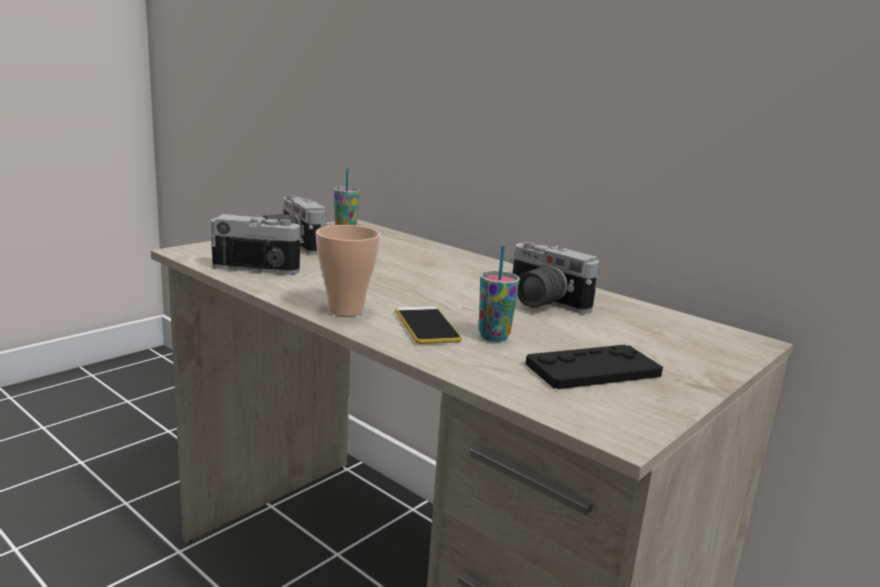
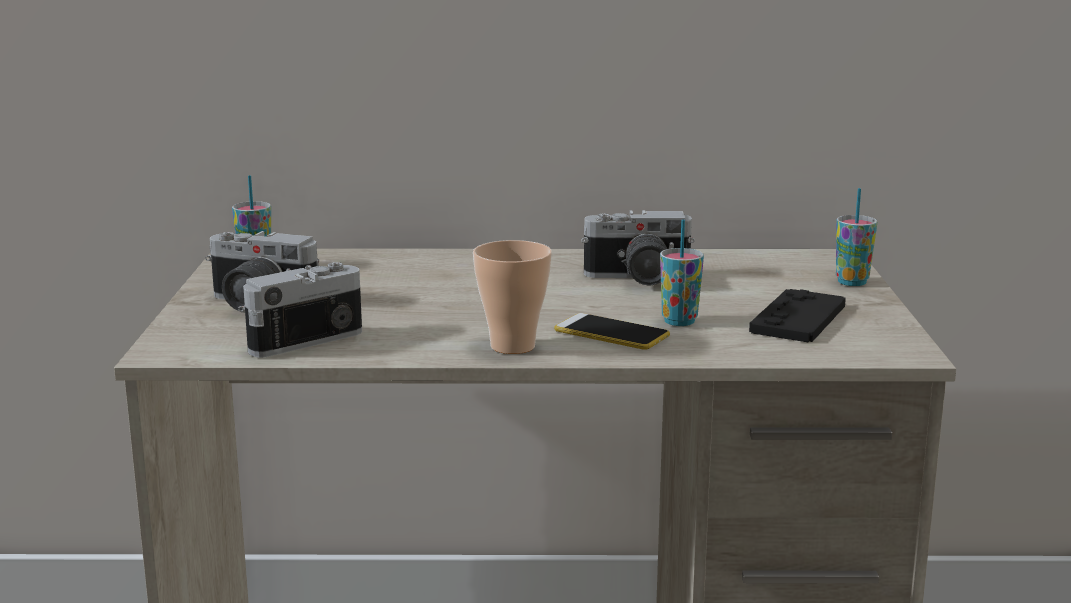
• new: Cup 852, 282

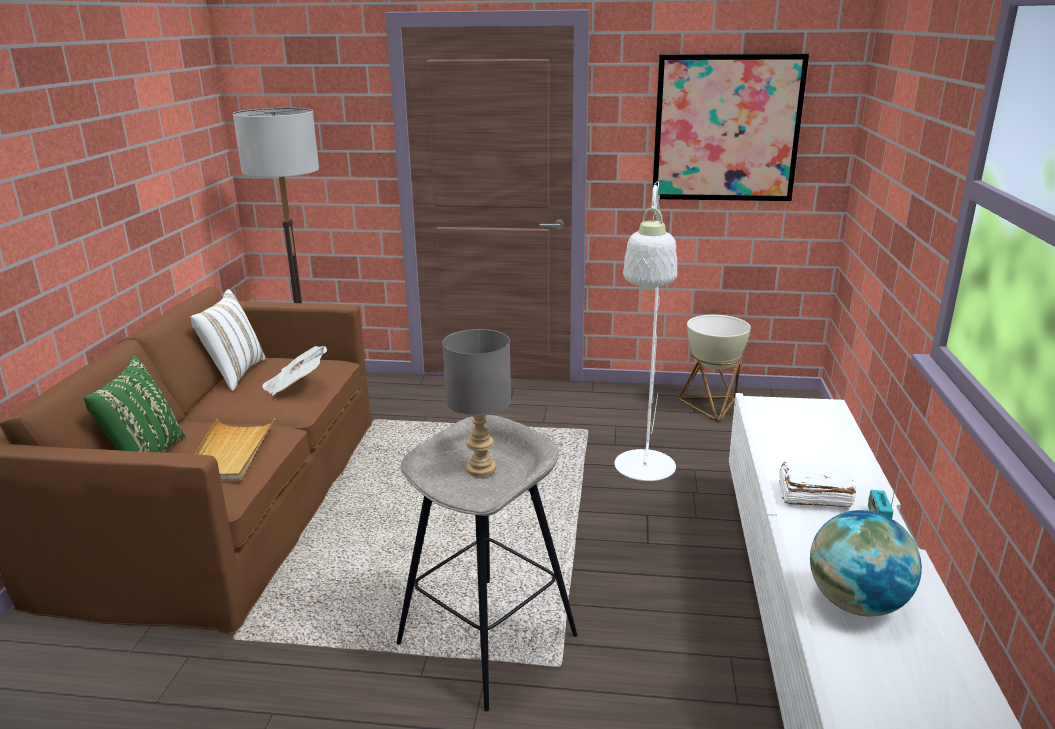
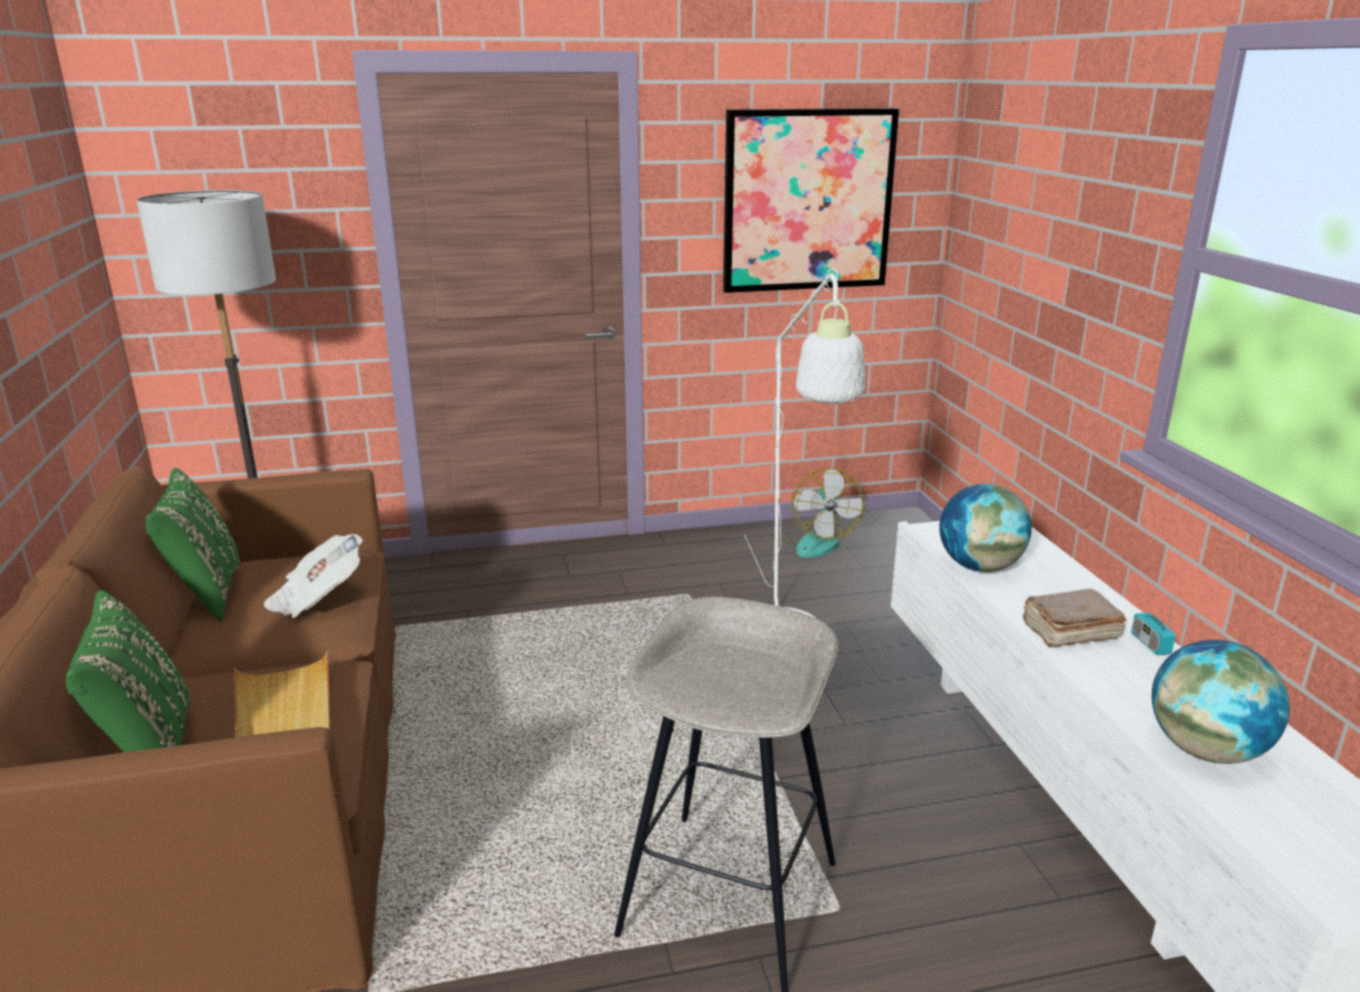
• repainted: WhitePillow 234, 374 to GreenPillow 206, 594
• gone: GreyTableLamp 482, 469
• swapped: Planter 711, 406 to Fan 814, 541
• repainted: WhiteBook 813, 496 to BrownBook 1069, 632
• new: Globe 979, 566

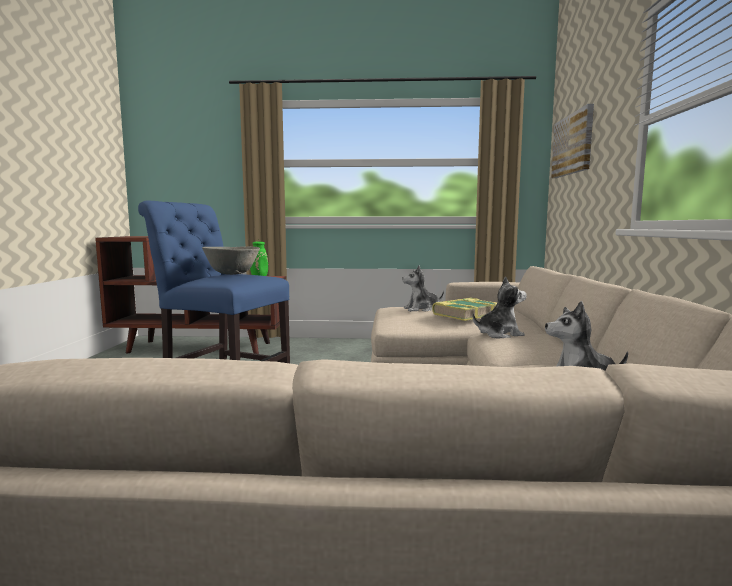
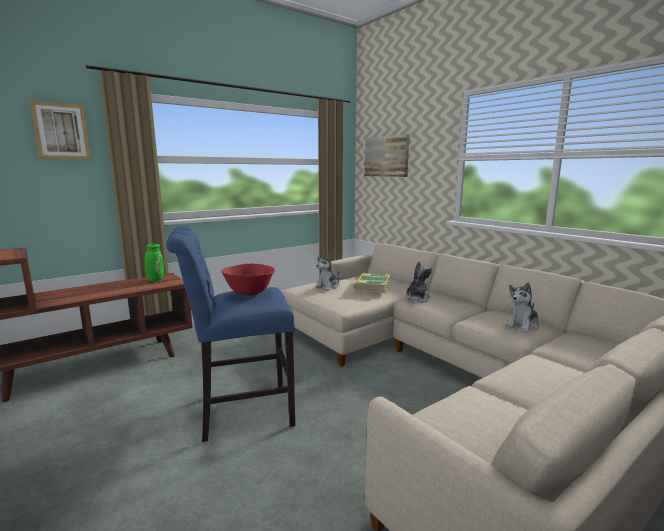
• repainted: GreyBowl 232, 274 to RedBowl 249, 293
• new: Picture 61, 131

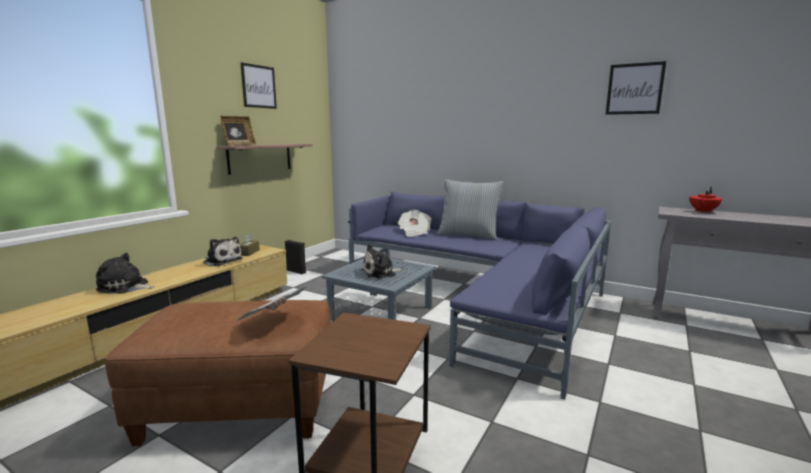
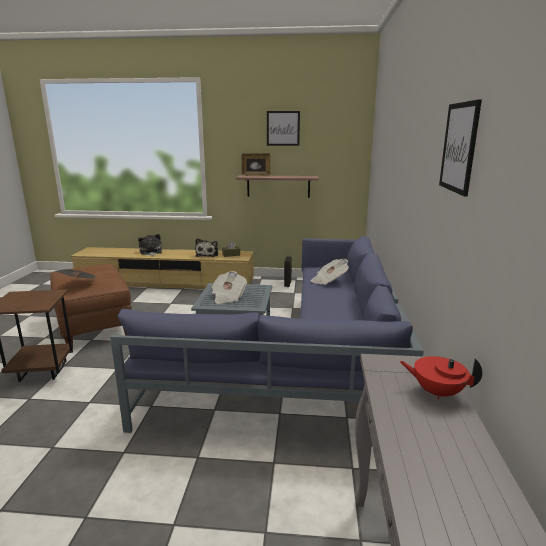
• swapped: PlushToy 381, 273 to Newspaper 228, 297
• gone: Pillow 468, 235

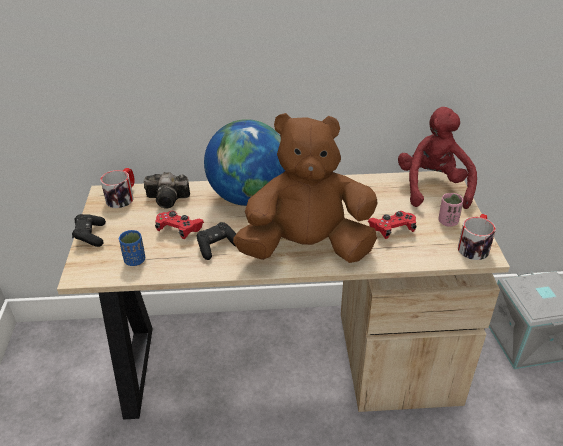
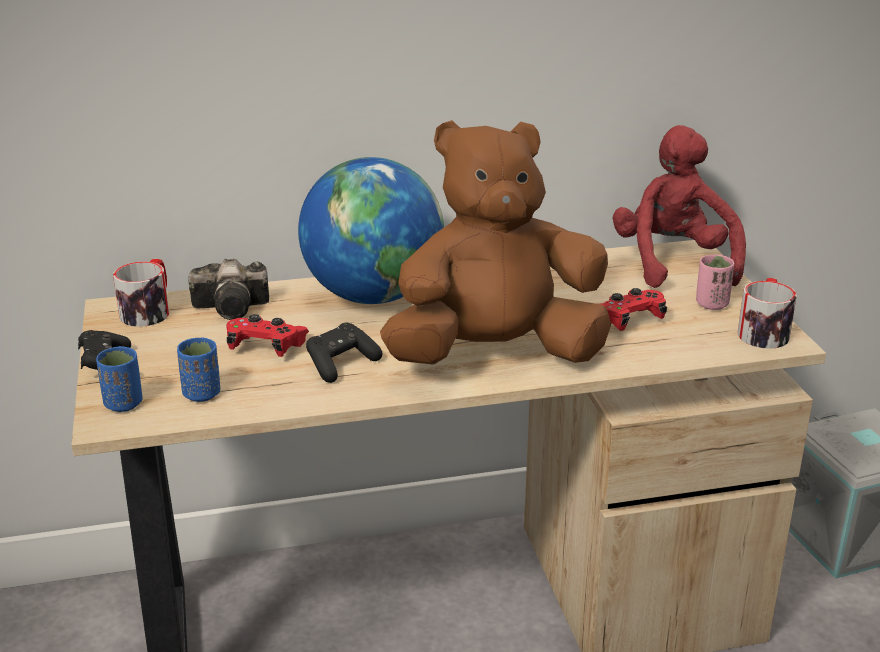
• new: BlueCup 123, 404

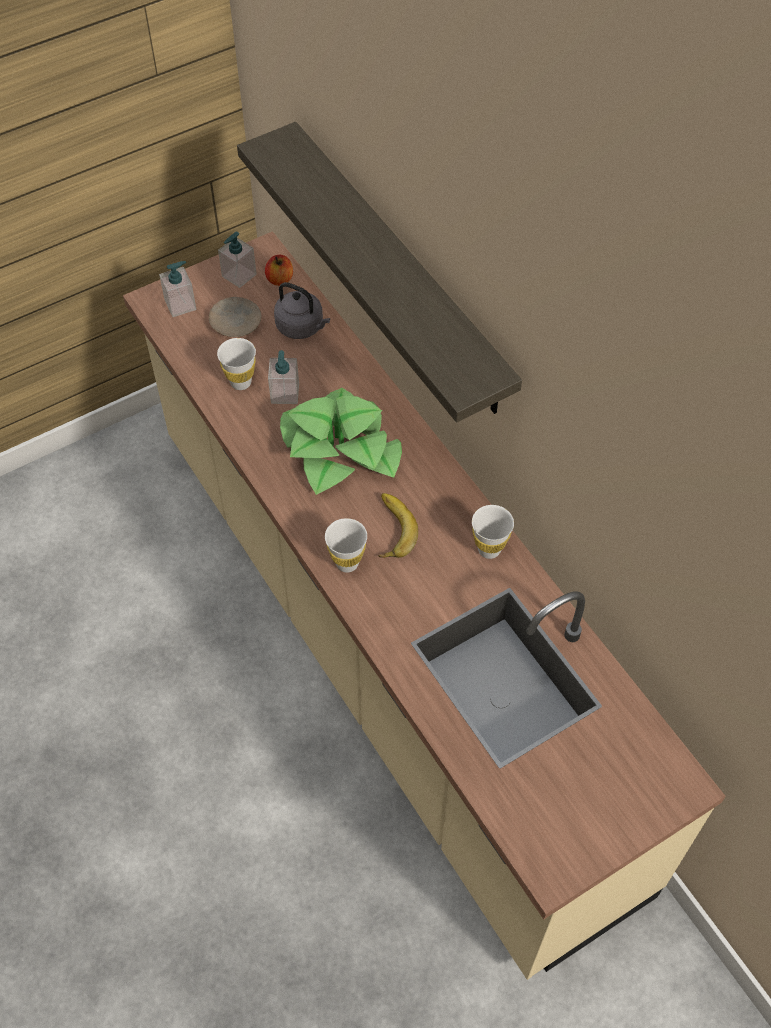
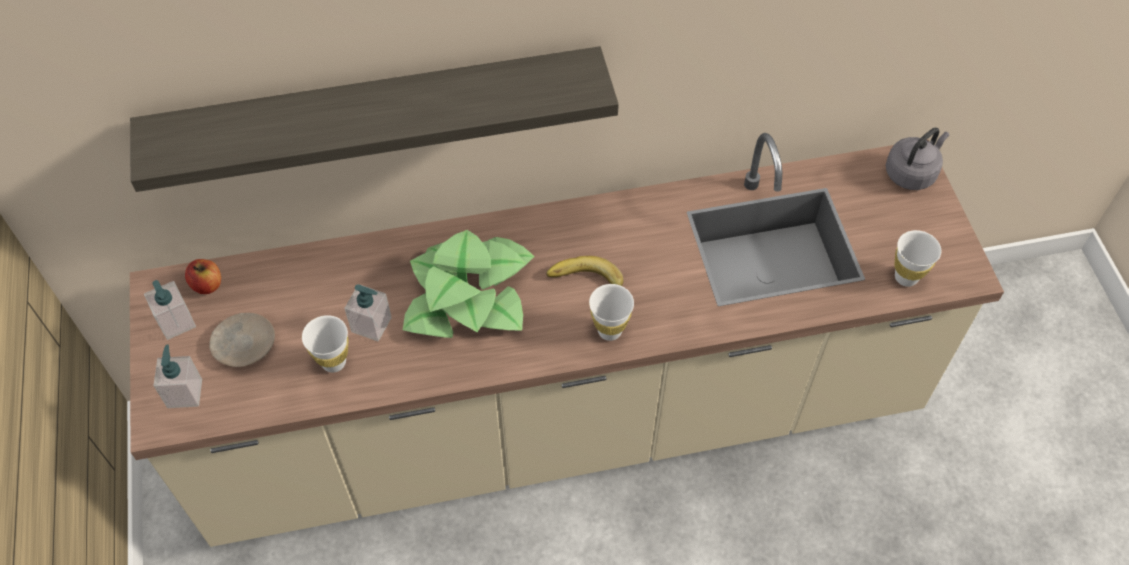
• shifted: GreyKettle 302, 327 to 911, 173
• shifted: WhiteCup 489, 549 to 906, 277

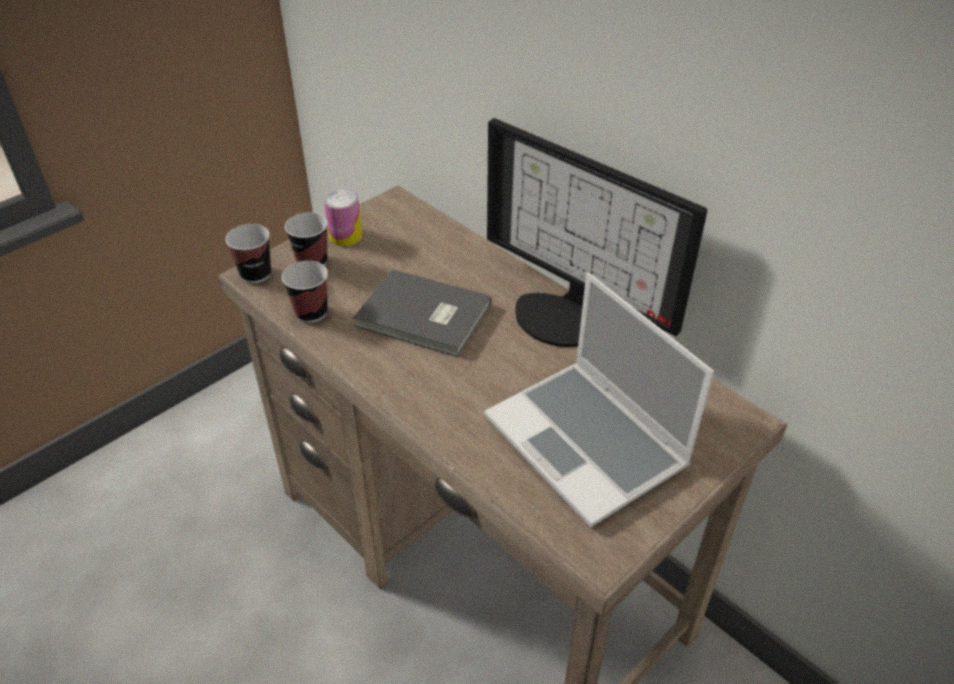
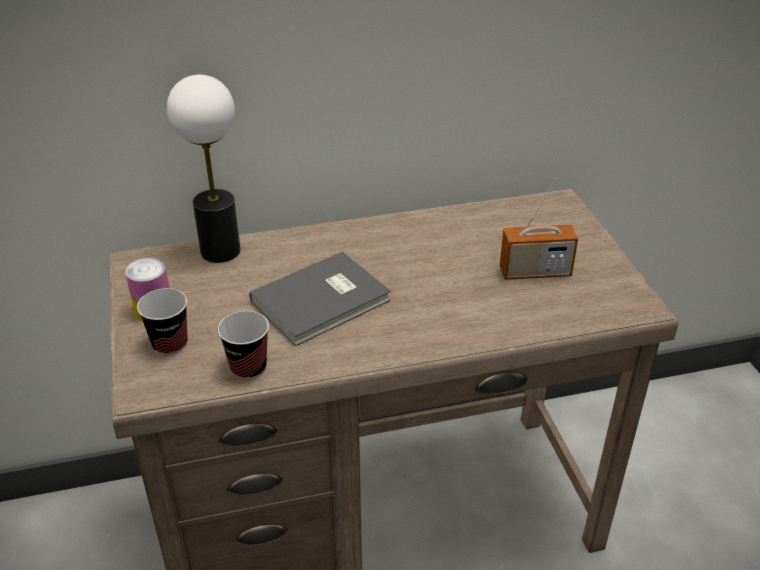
• gone: Cup 256, 274
• swapped: Laptop 588, 443 to Radio 535, 272
• gone: Monitor 563, 315
• new: TableLamp 221, 251

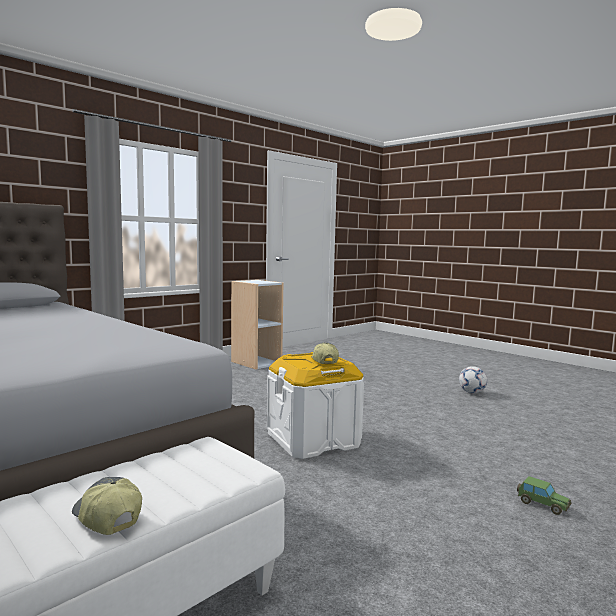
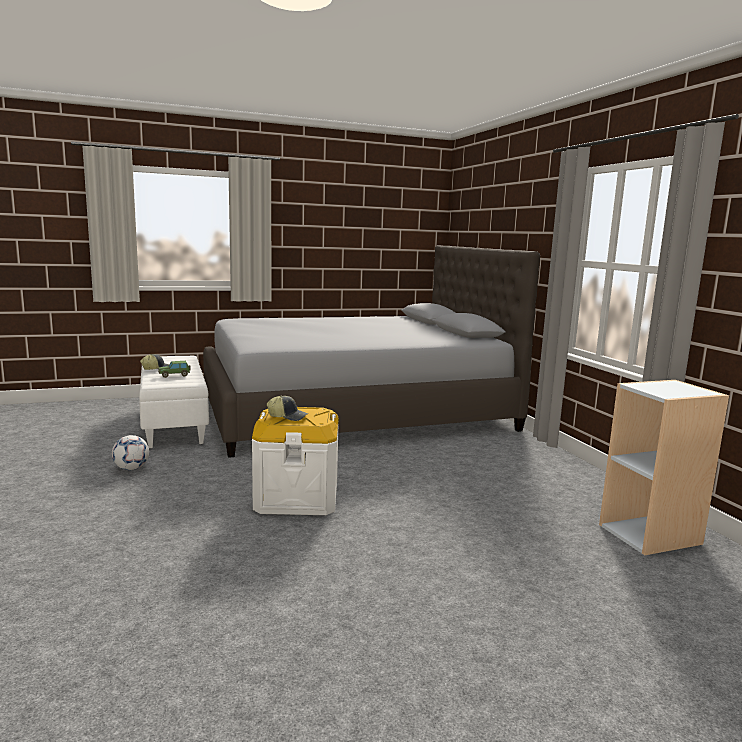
• shifted: Football 472, 392 to 131, 469
• shifted: ToyCar 542, 505 to 174, 375

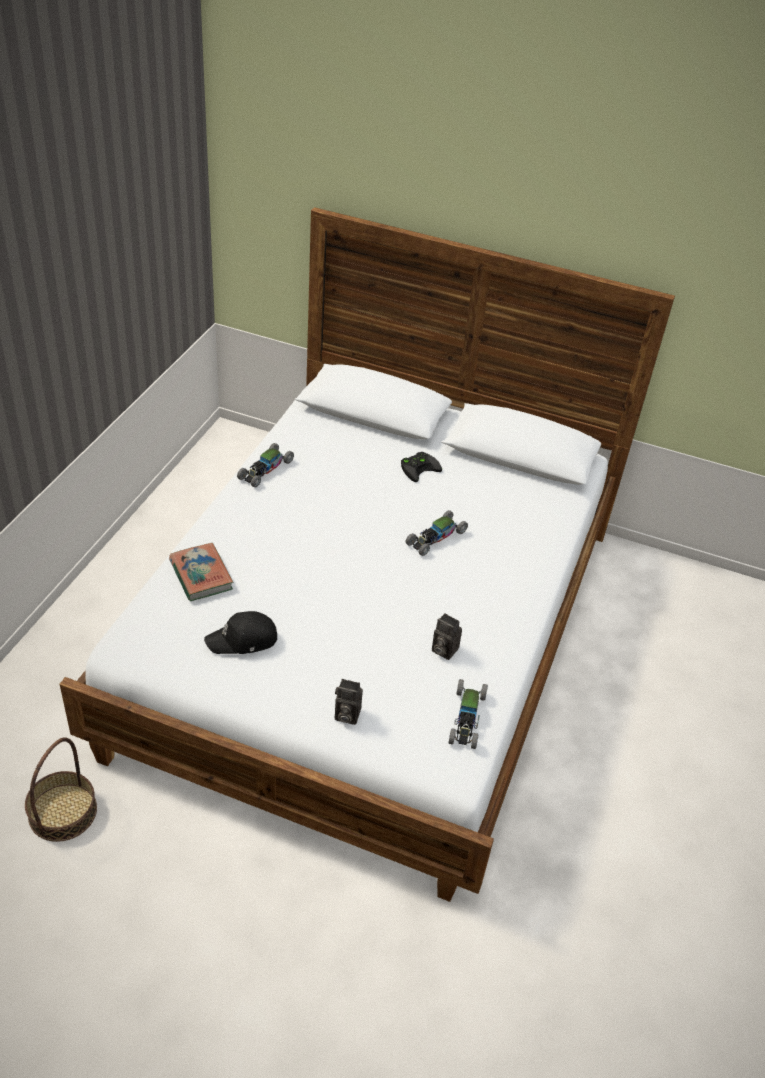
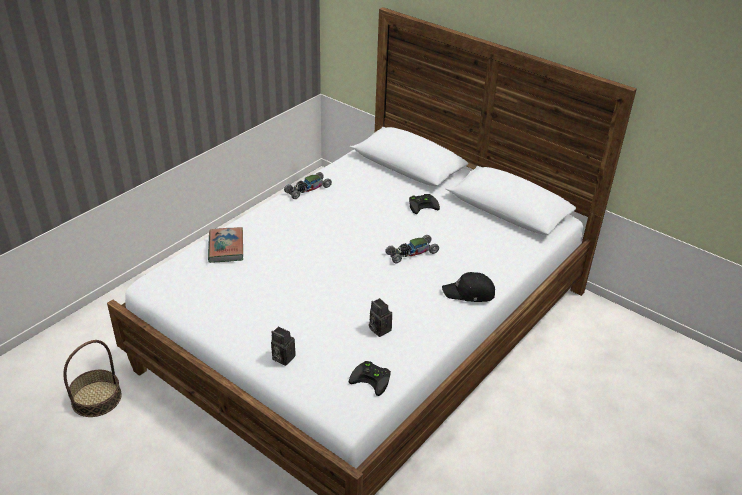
• shifted: BlackCap 243, 640 to 469, 293
• swapped: ToyCar 466, 718 to BlackGameController 373, 379

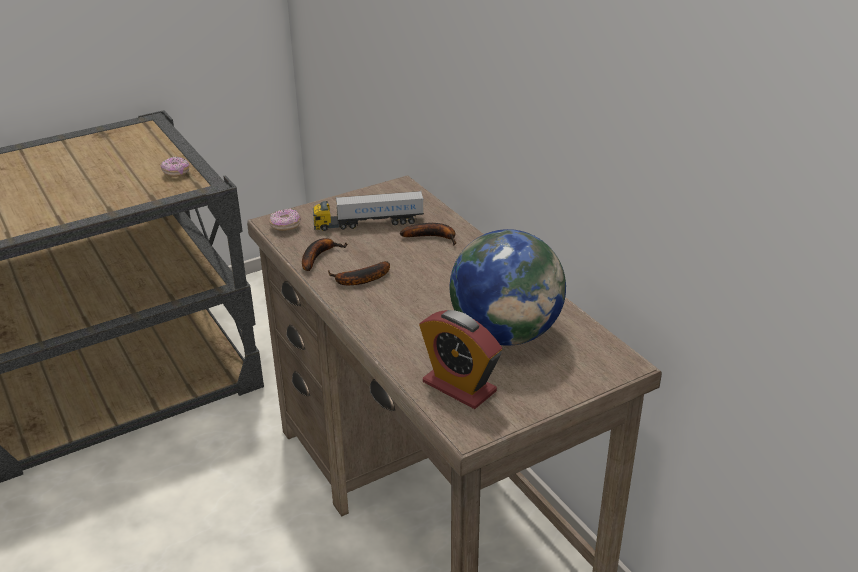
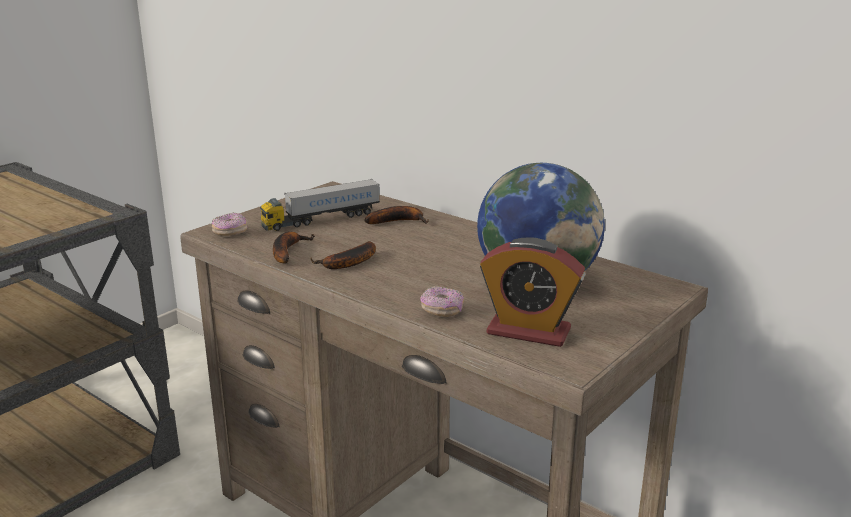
• shifted: Donut 176, 172 to 442, 311

